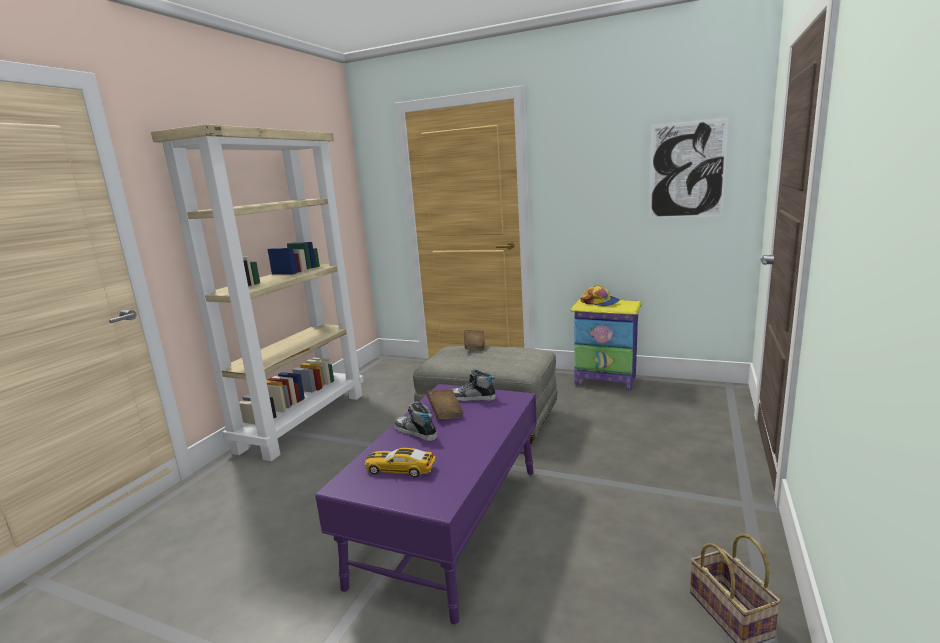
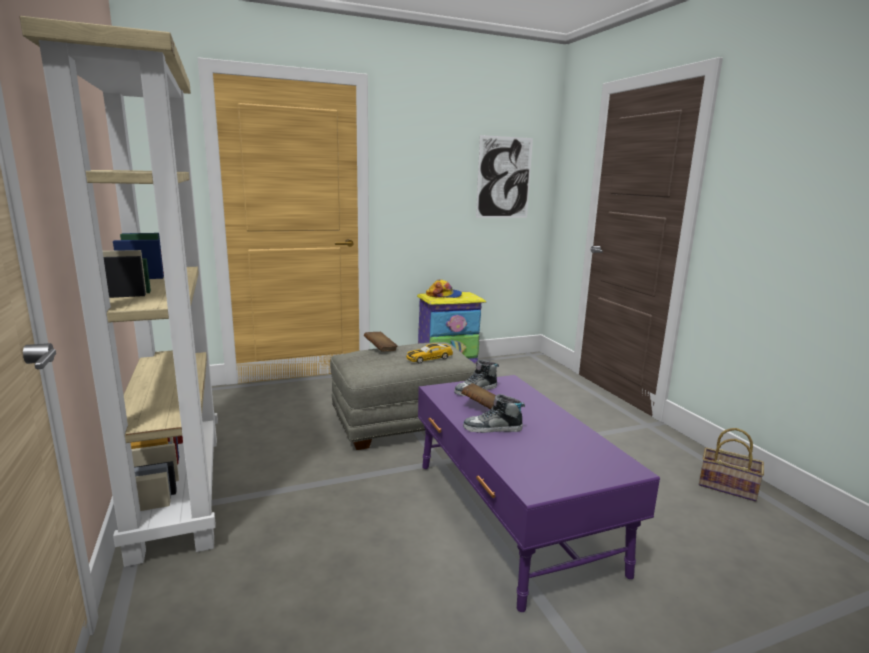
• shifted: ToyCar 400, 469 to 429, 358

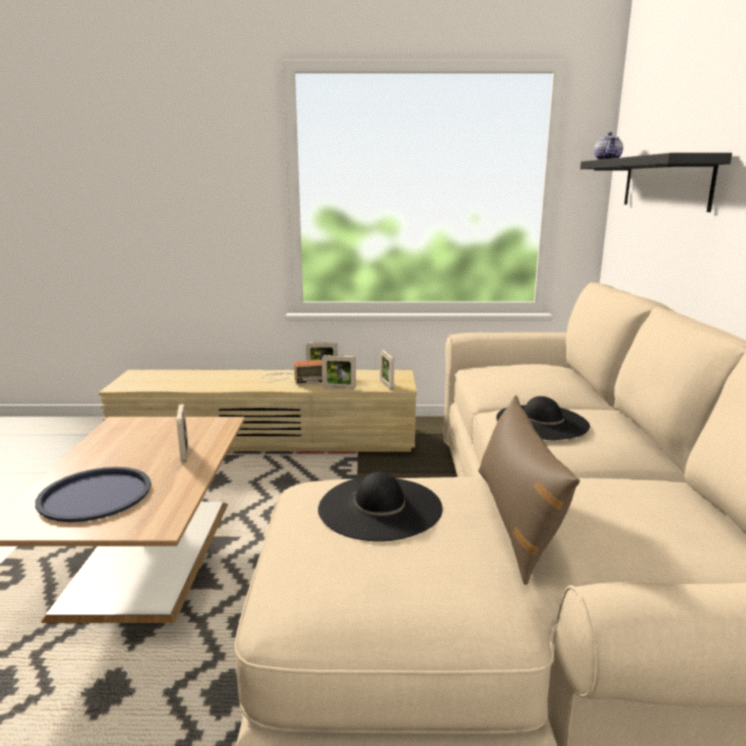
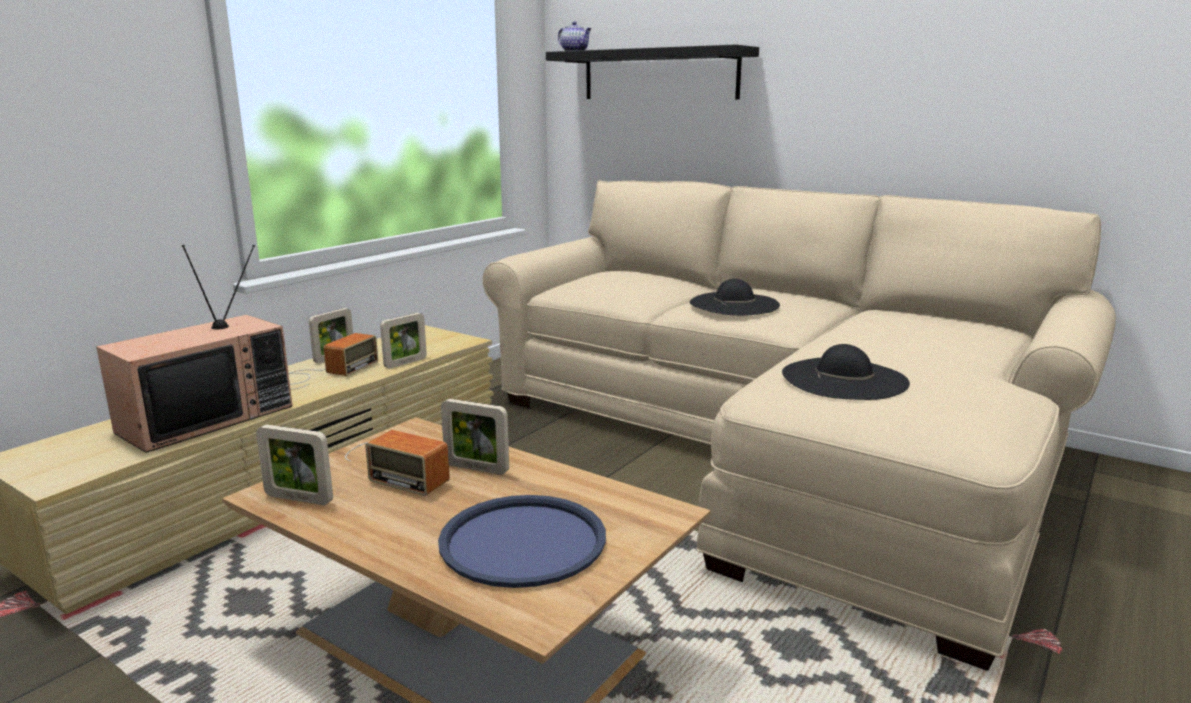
• shifted: PictureFrame 386, 385 to 299, 498
• gone: BrownPillow 516, 519
• new: Television 207, 418
• new: Radio 397, 464

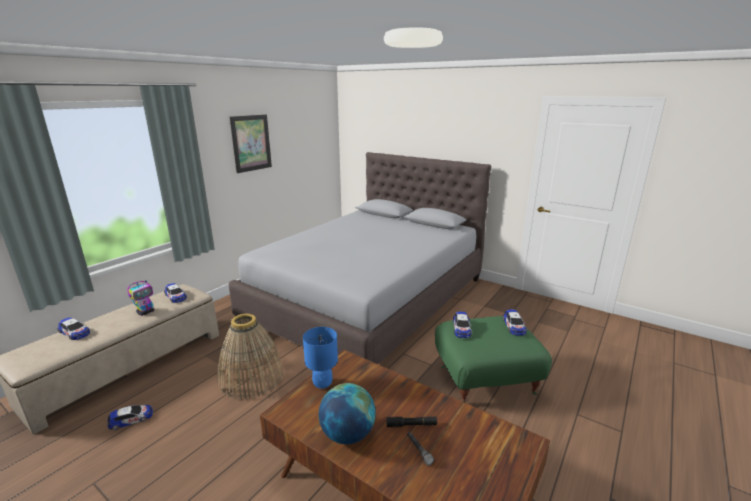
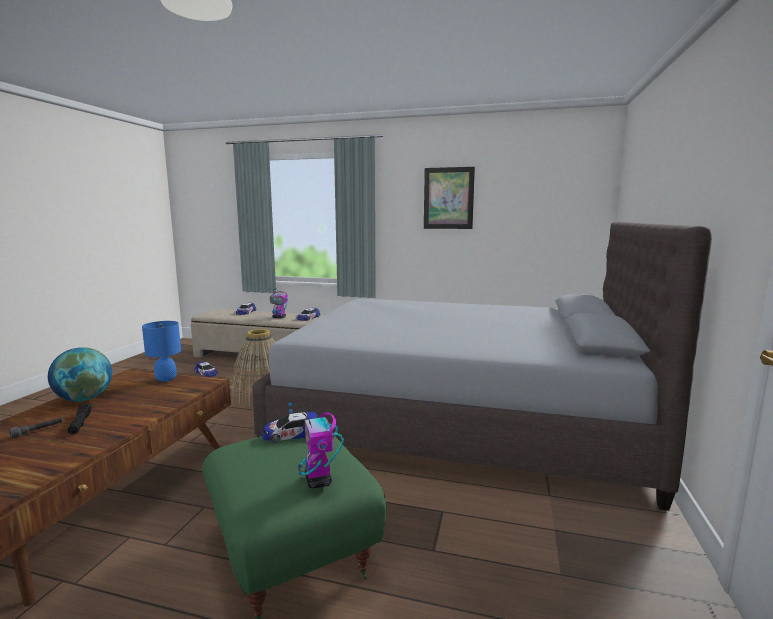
• swapped: ToyCar 514, 326 to ToyRobot 318, 480

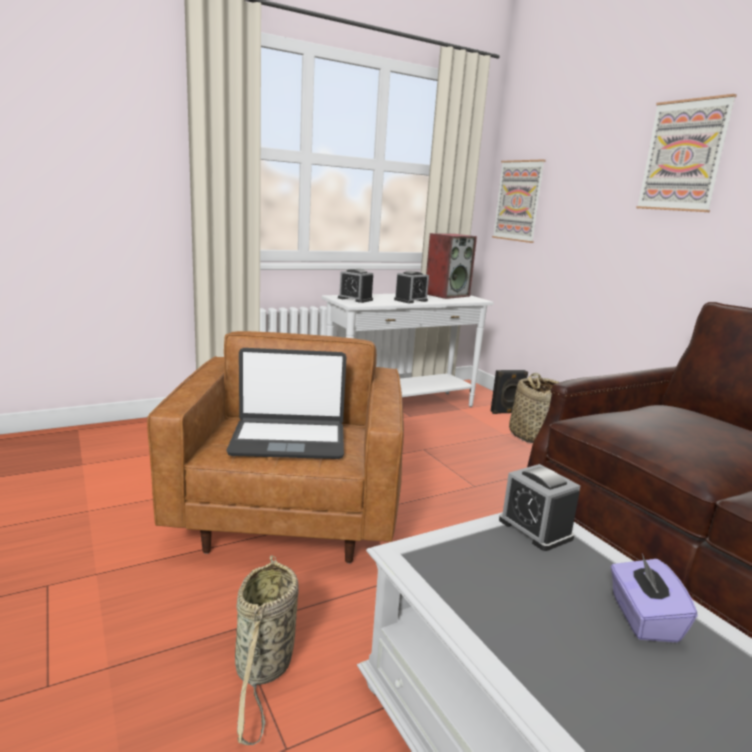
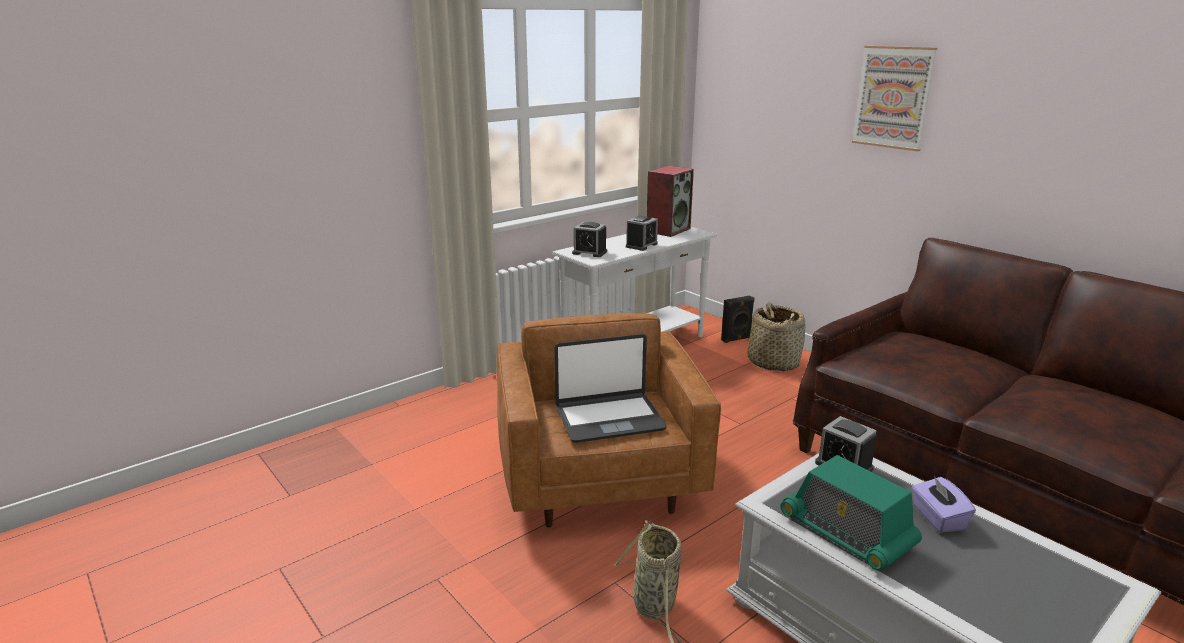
• gone: Picture 518, 201
• new: Radio 847, 532

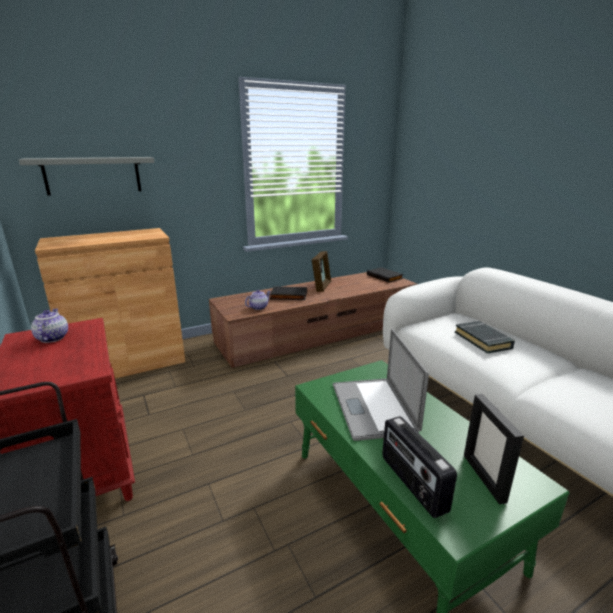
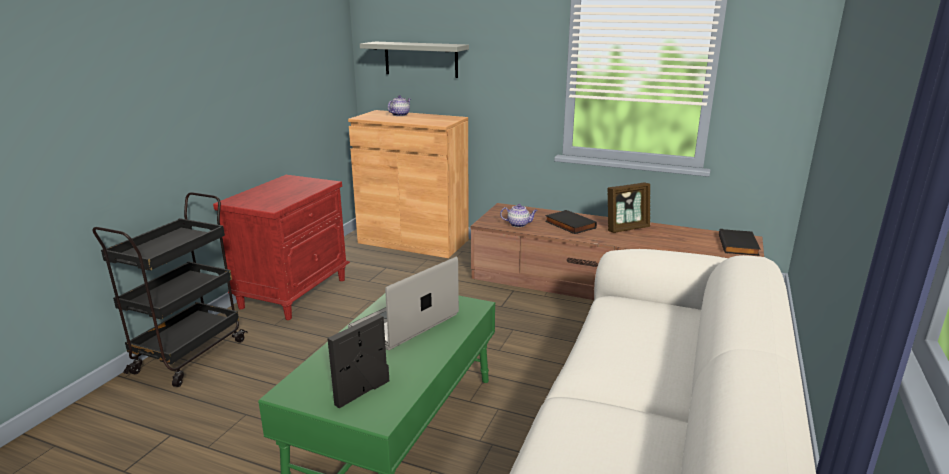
• shifted: Teapot 52, 338 to 400, 115
• gone: Radio 412, 483
• gone: BlackBook 483, 340

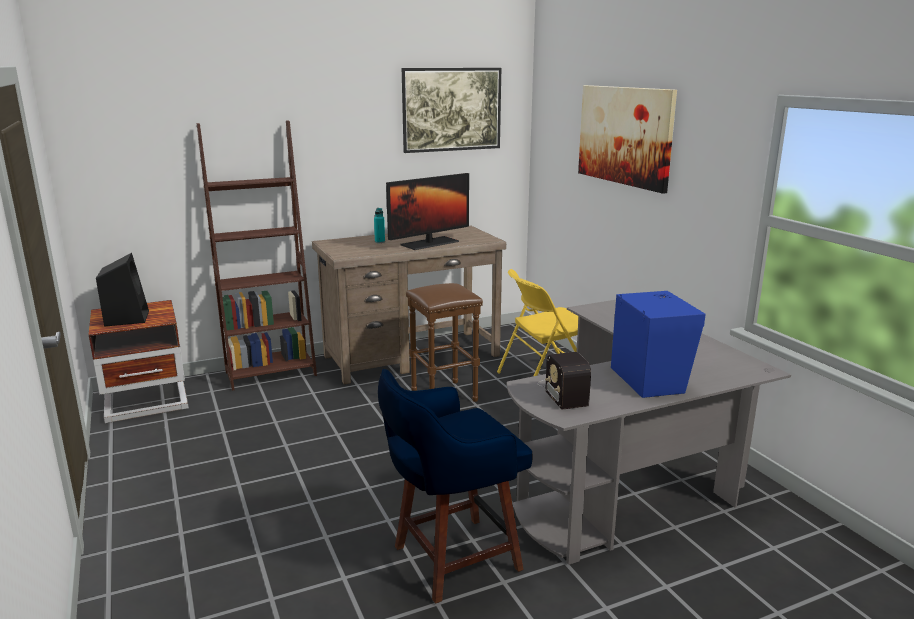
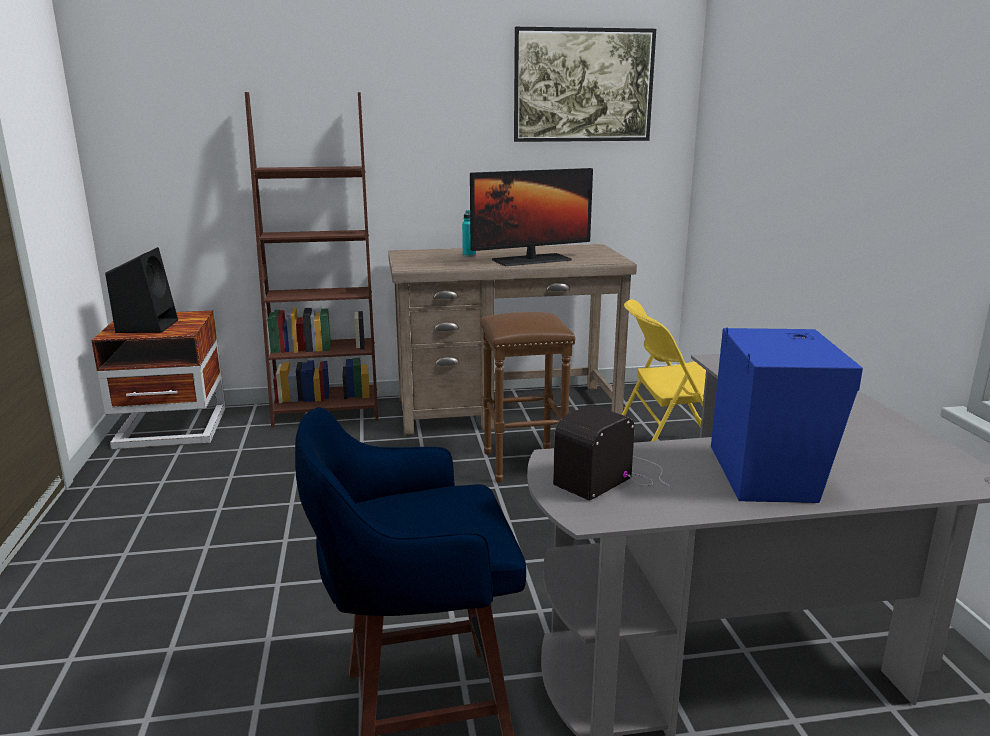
• rotated: Radio 563, 391 = 612, 475 45 degrees clockwise
• gone: Picture 624, 135

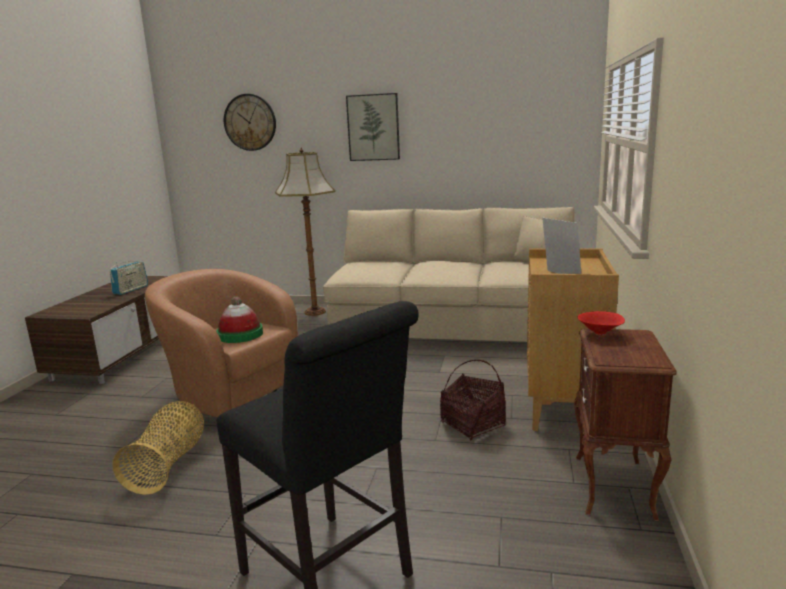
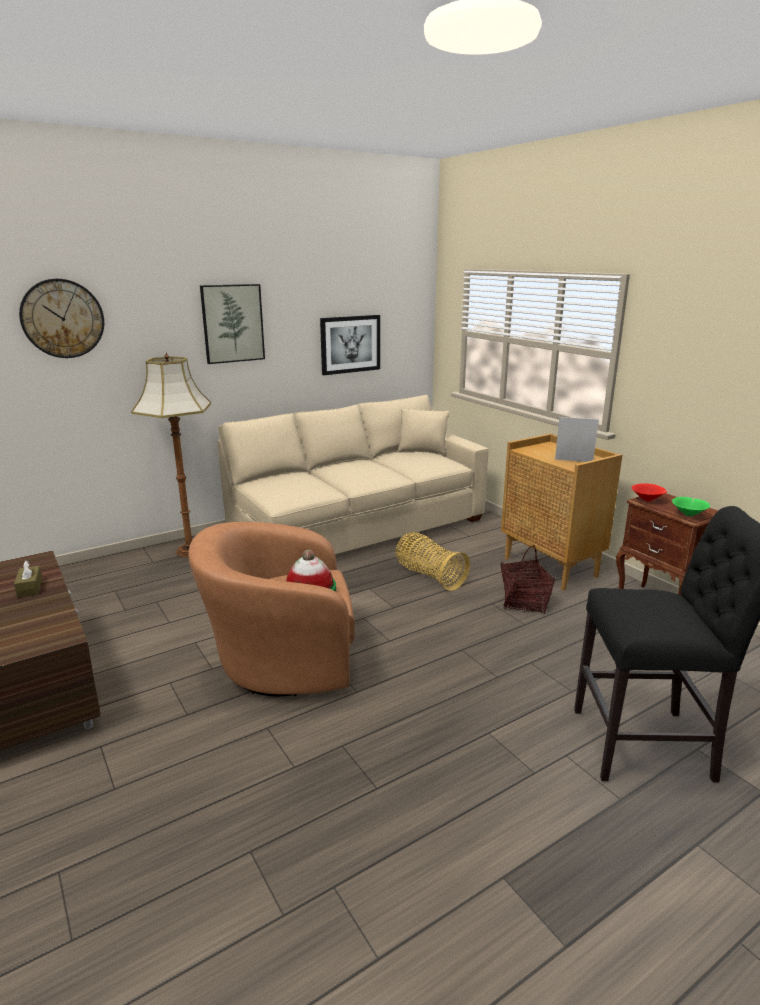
• swapped: Radio 131, 290 to BrownTissueBox 30, 588
• shifted: Basket 168, 465 to 429, 576
• new: Picture 350, 344
• new: GreenBowl 688, 515

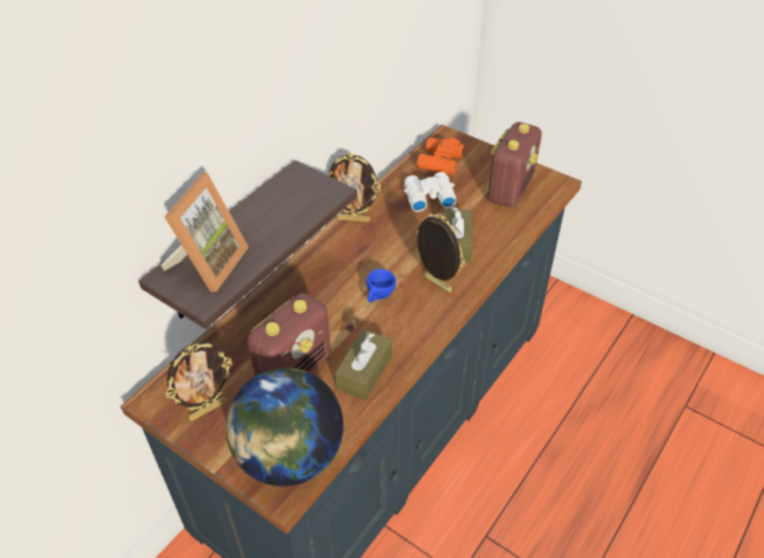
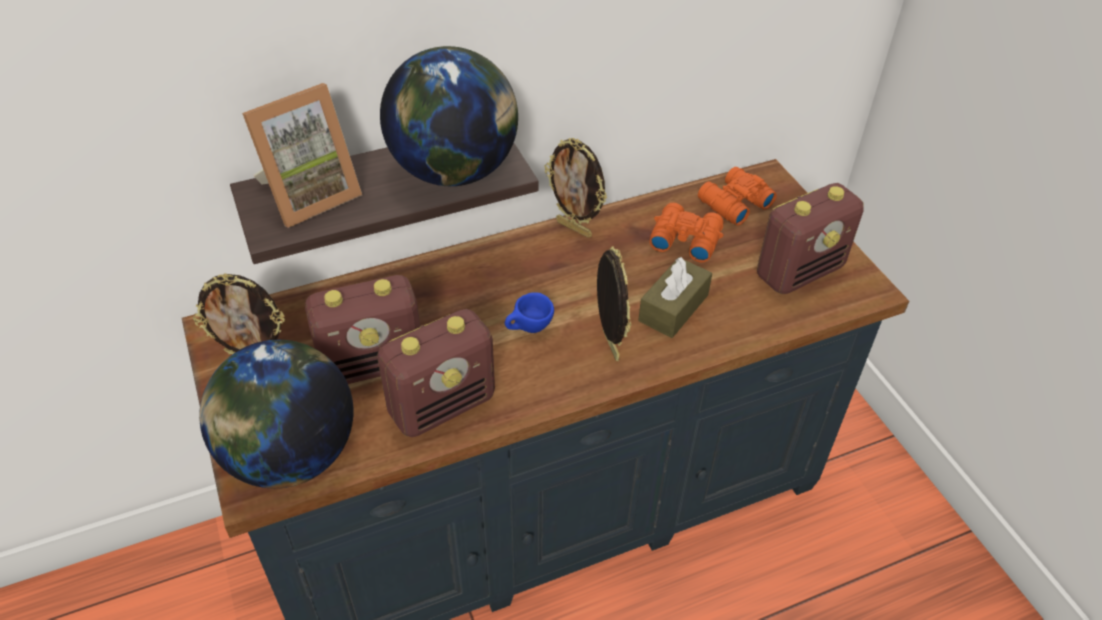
• swapped: BrownTissueBox 364, 372 to Radio 443, 405
• repainted: WhiteBinoculars 428, 197 to OrangeBinoculars 684, 239
• new: Globe 454, 171

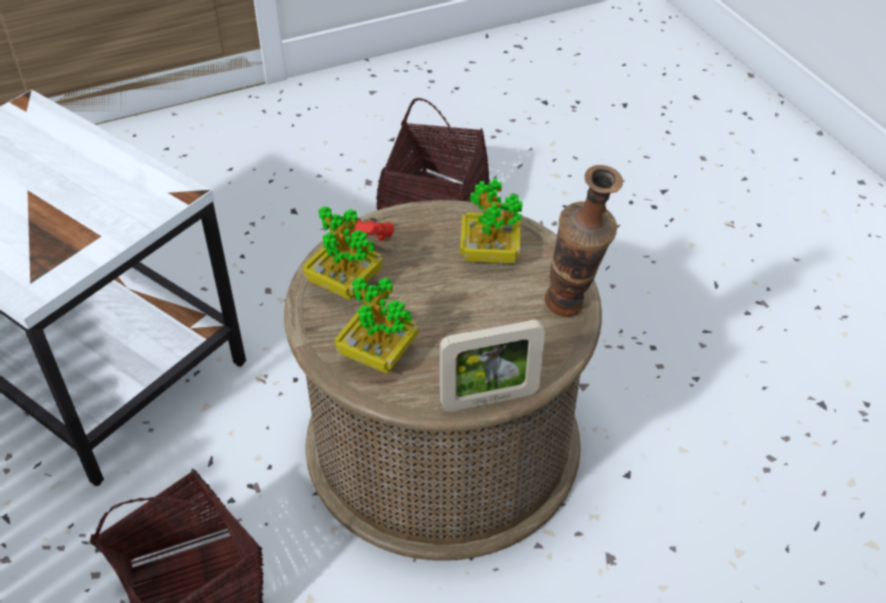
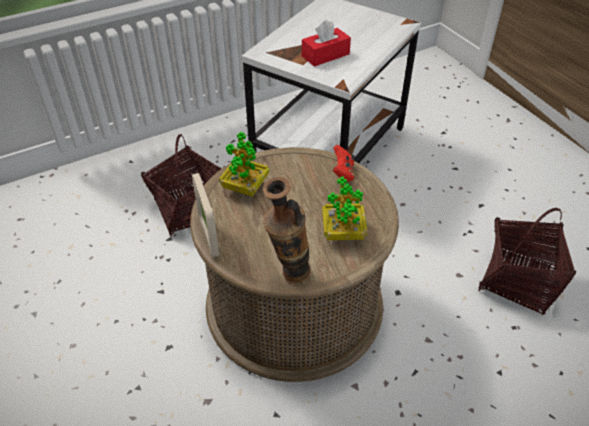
• gone: PottedPlant 345, 284
• new: RedTissueBox 325, 55

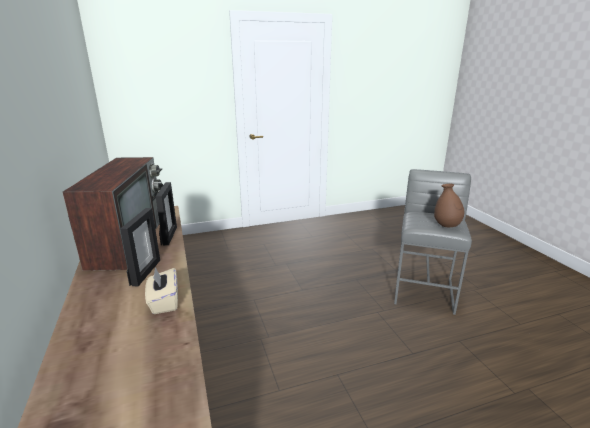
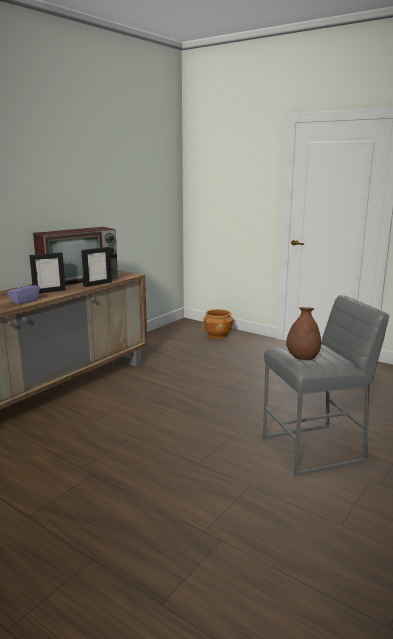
• repainted: BeigeTissueBox 164, 302 to PurpleTissueBox 24, 301
• new: BrownPlanter 217, 336

